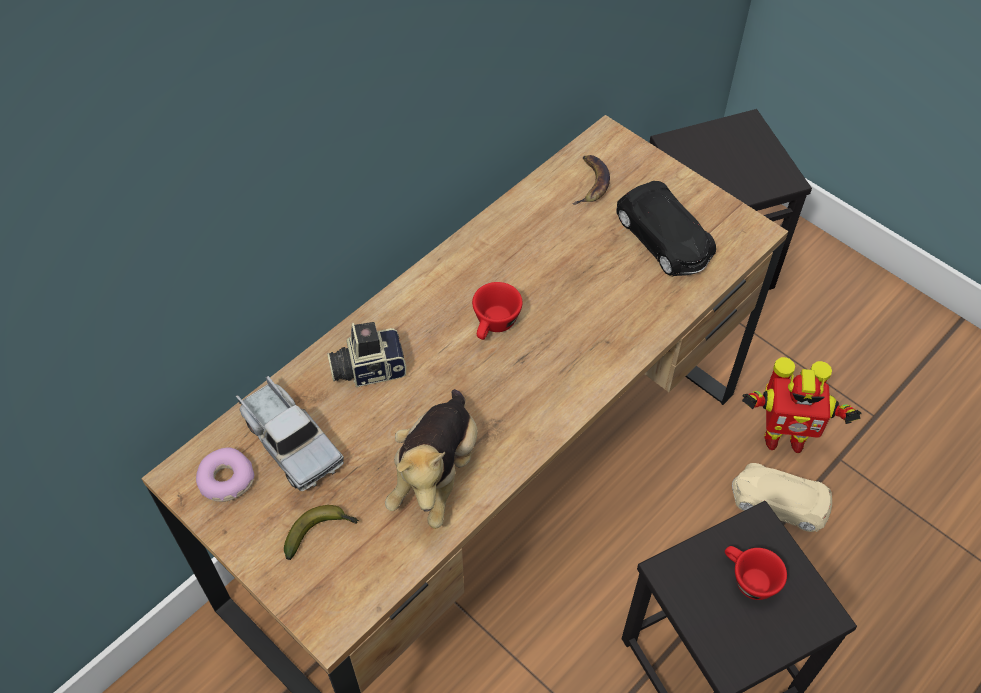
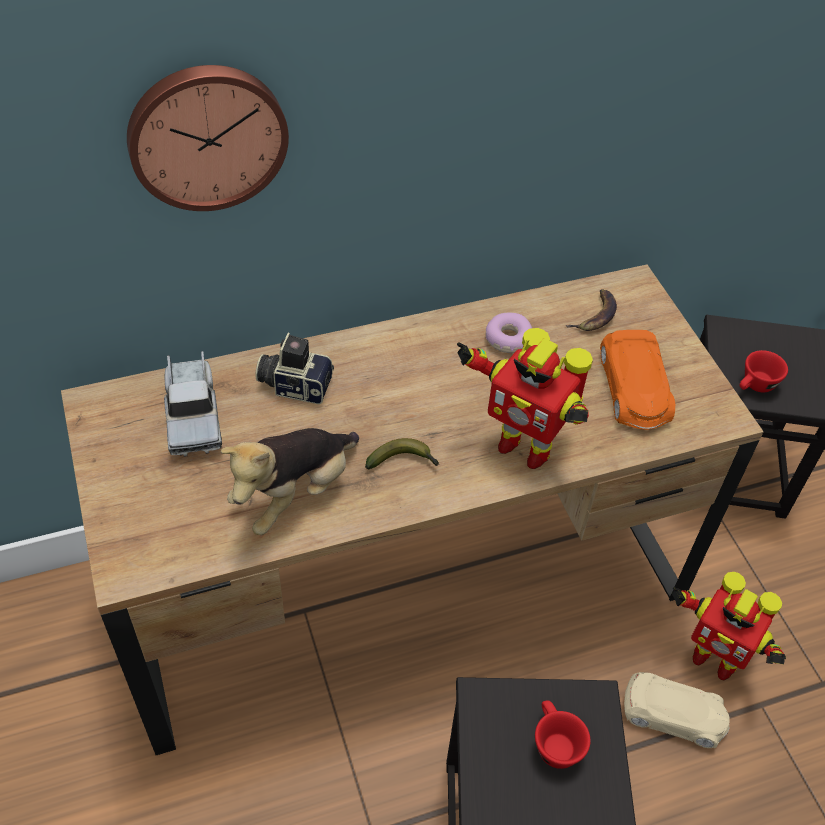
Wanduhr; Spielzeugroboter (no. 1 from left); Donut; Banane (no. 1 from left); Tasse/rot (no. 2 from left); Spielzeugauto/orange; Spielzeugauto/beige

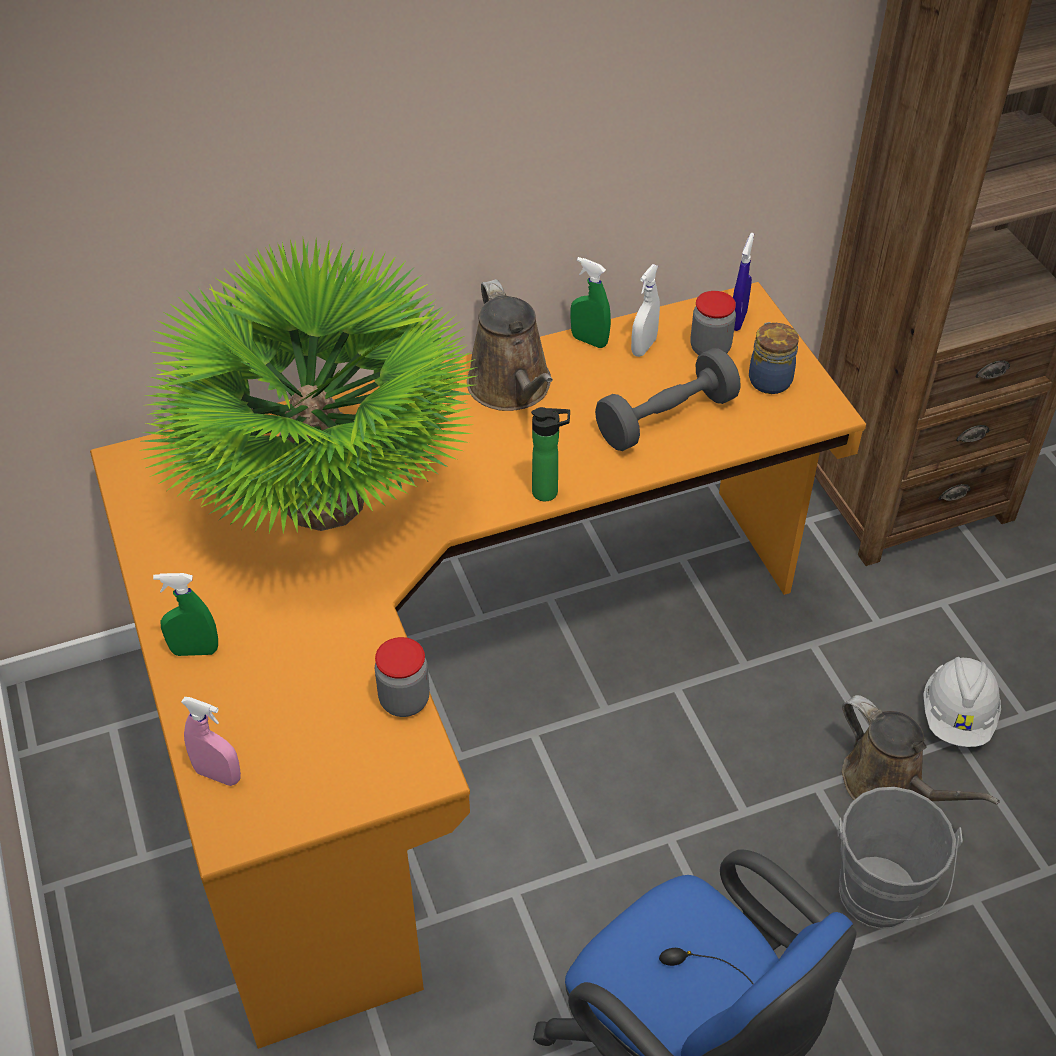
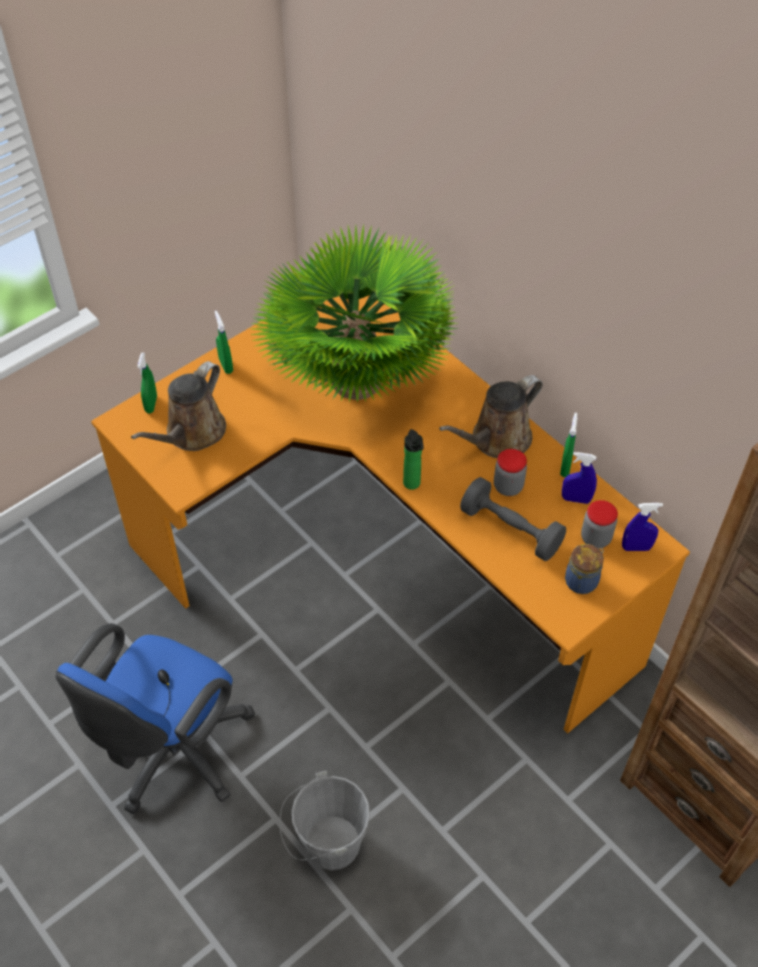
Schutzhelm/weiß; Vorratsglas (no. 1 from left); Gießkanne/braun (no. 1 from left); Sprühflasche/grün (no. 1 from left); Sprühflasche/blau (no. 1 from left)

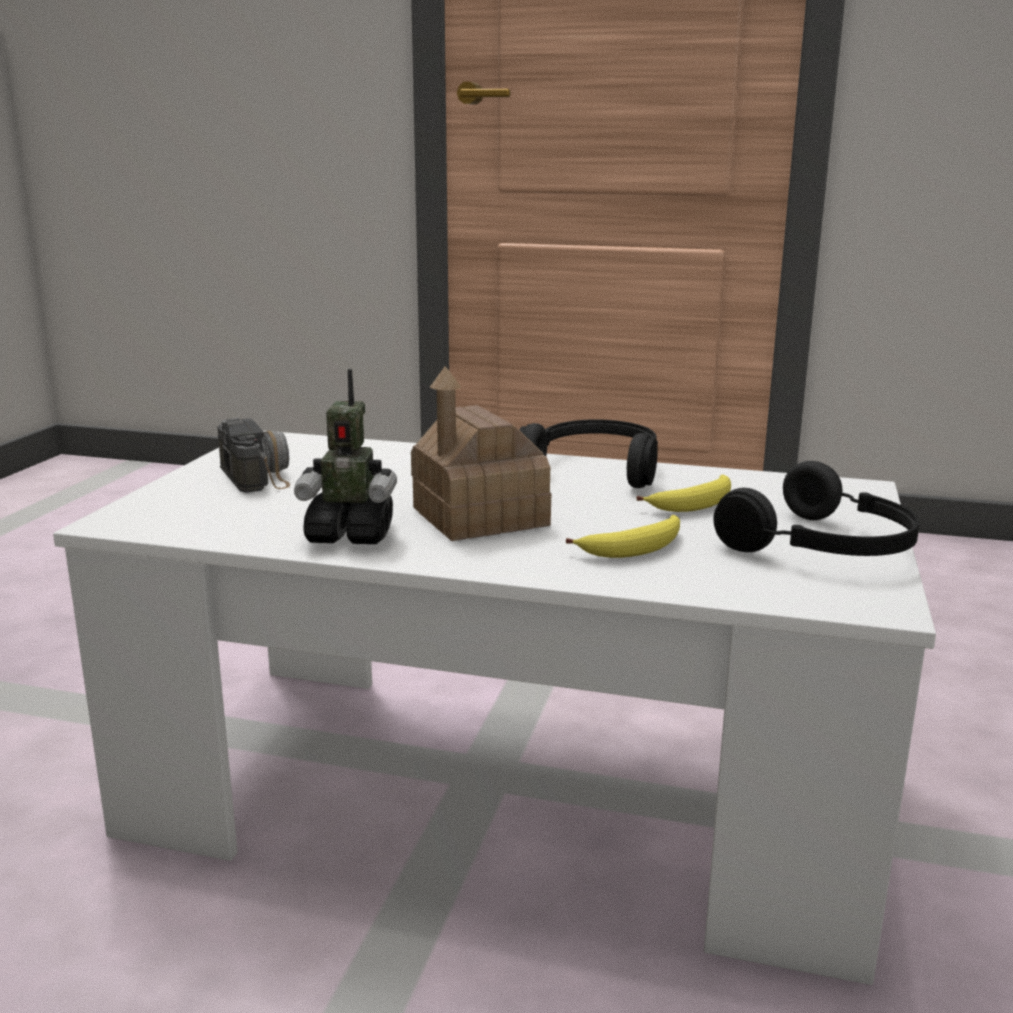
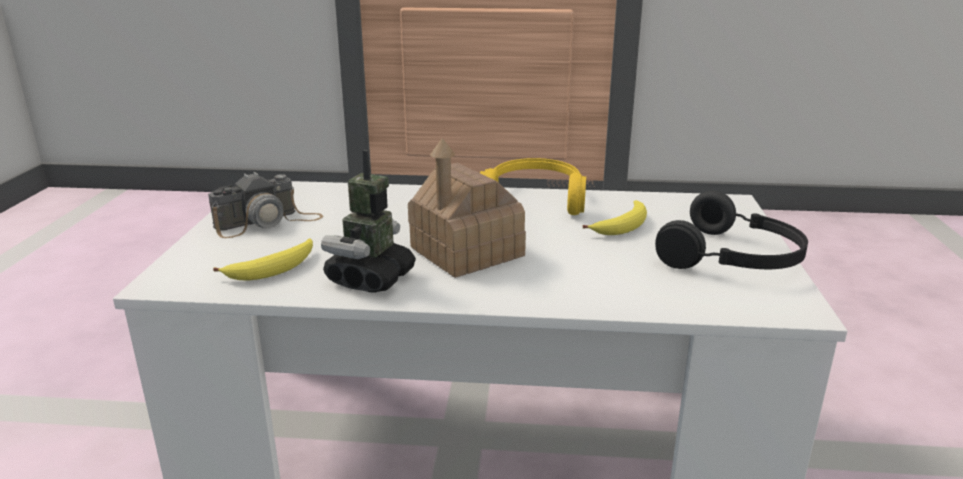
Banane (no. 1 from left); Kopfhörer/gelb; Kamera; Spielzeugroboter

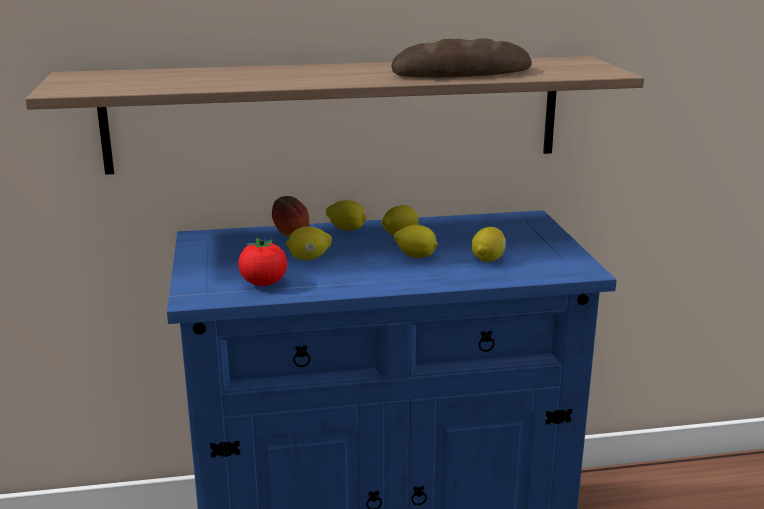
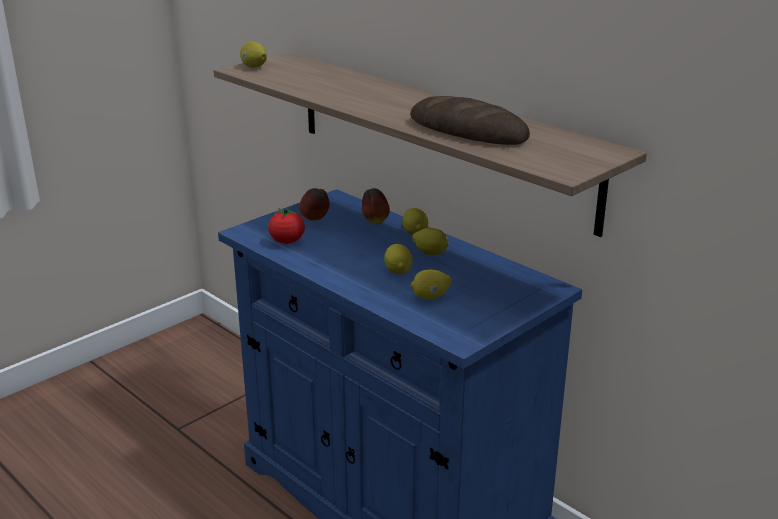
Apfel (no. 1 from left); Zitrone (no. 1 from left)

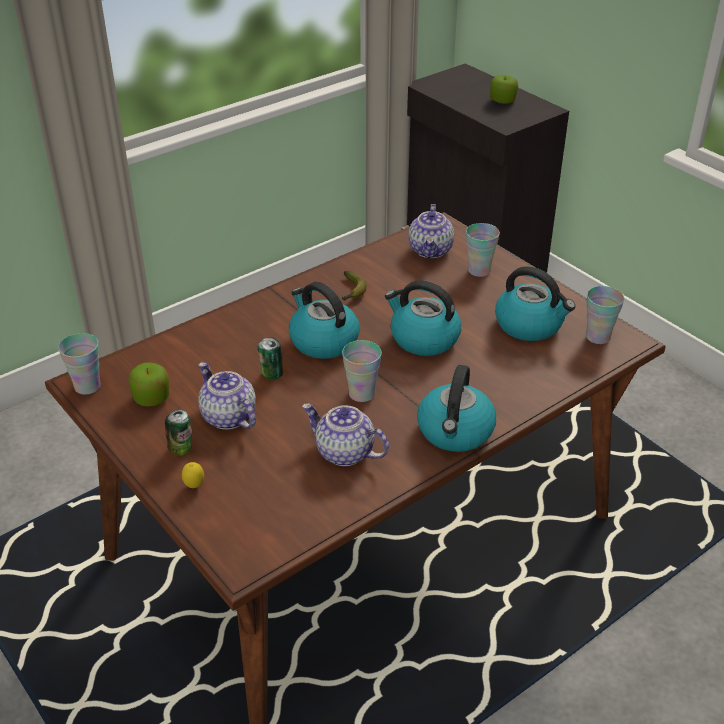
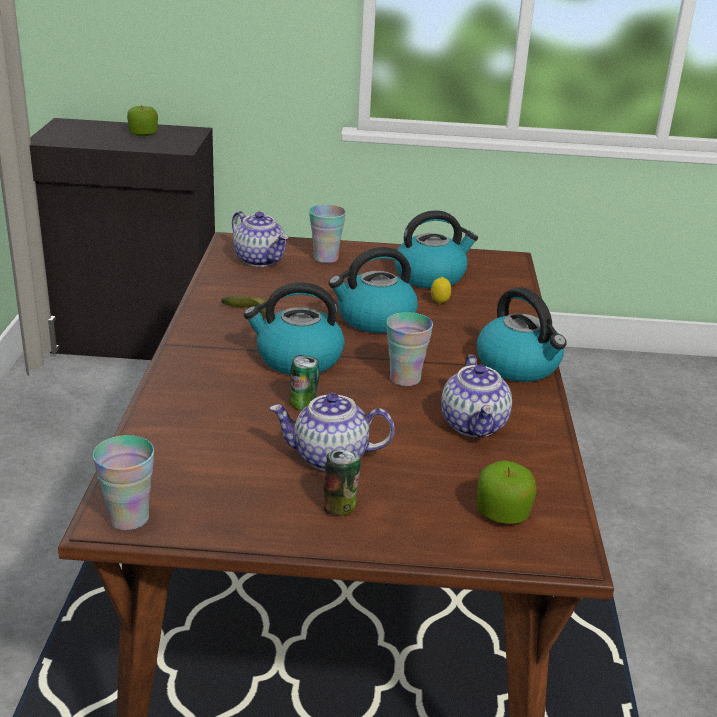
Tasse (no. 4 from left in the first image); Apfel (no. 2 from left); Zitrone; Teekanne (no. 3 from left)

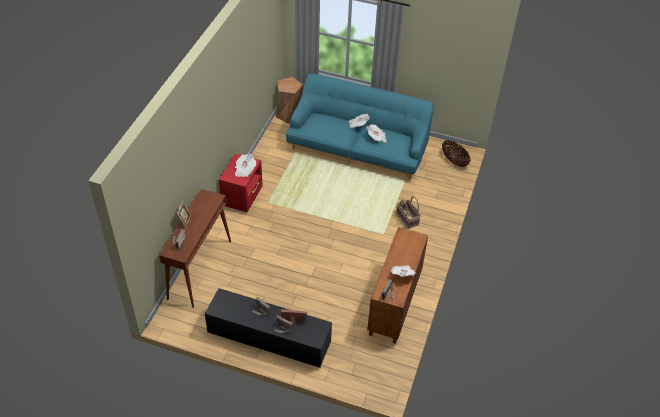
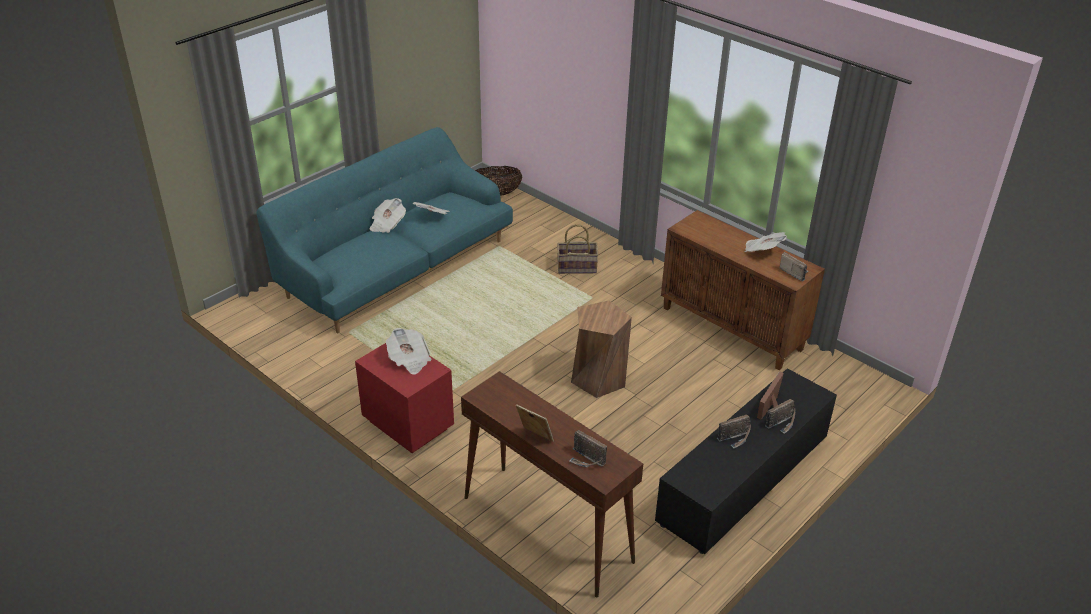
Hocker/braun

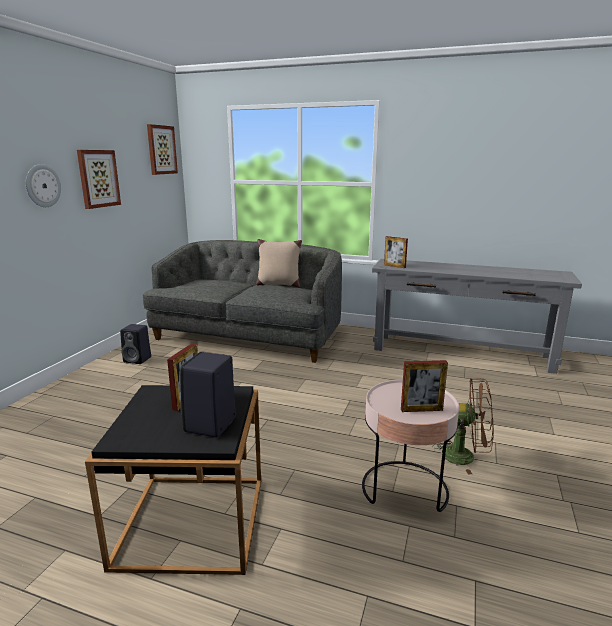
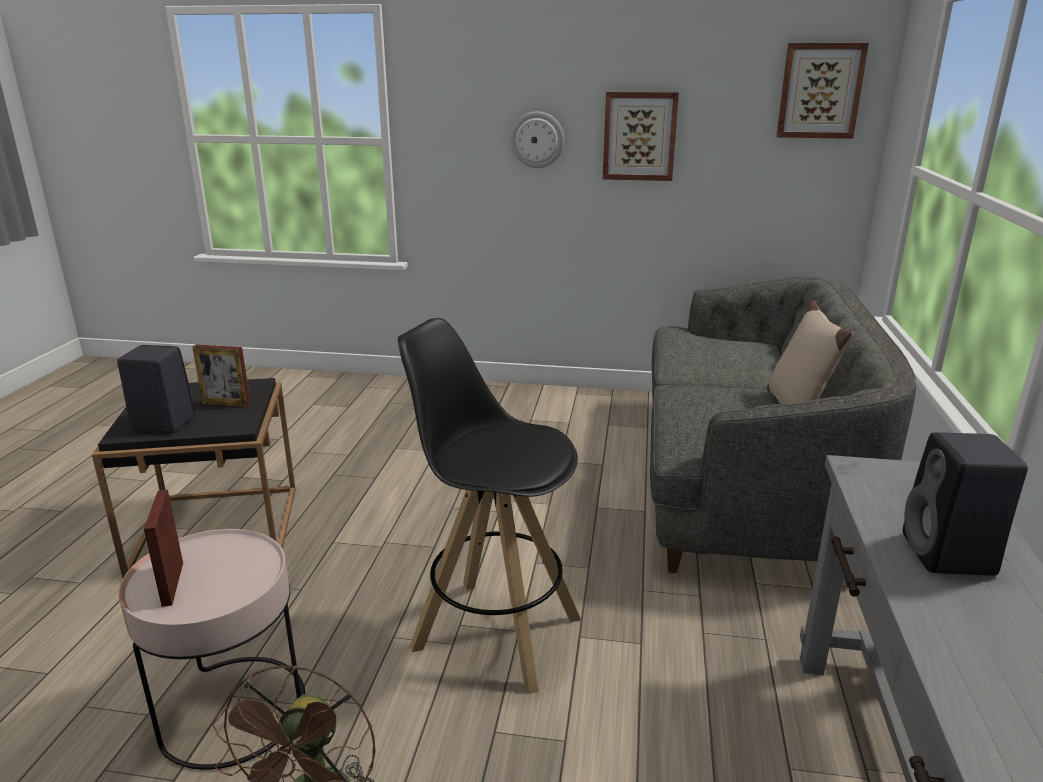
Bilderrahmen (no. 2 from left in the first image); Hocker/schwarz; Lautsprecher/schwarz (no. 2 from left)

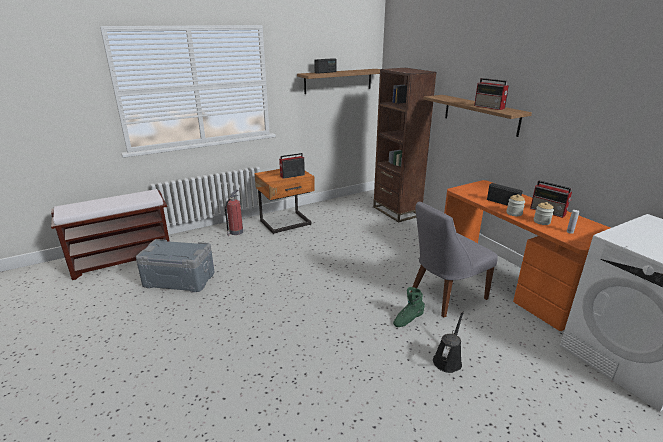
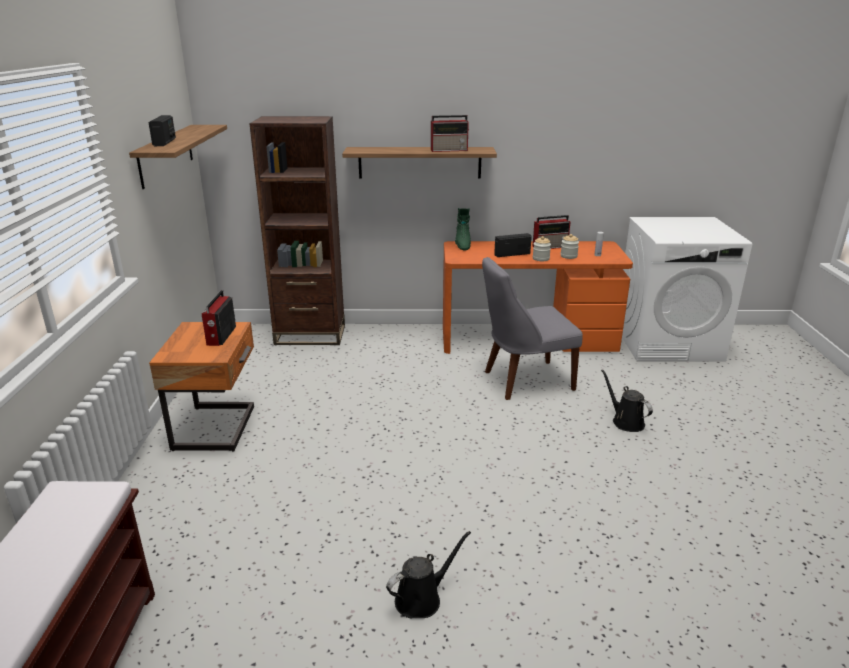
Aufbewahrungsbox/grau; Feuerlöscher; Gießkanne/schwarz (no. 1 from left); Stiefel/grün; Stuhl/grau

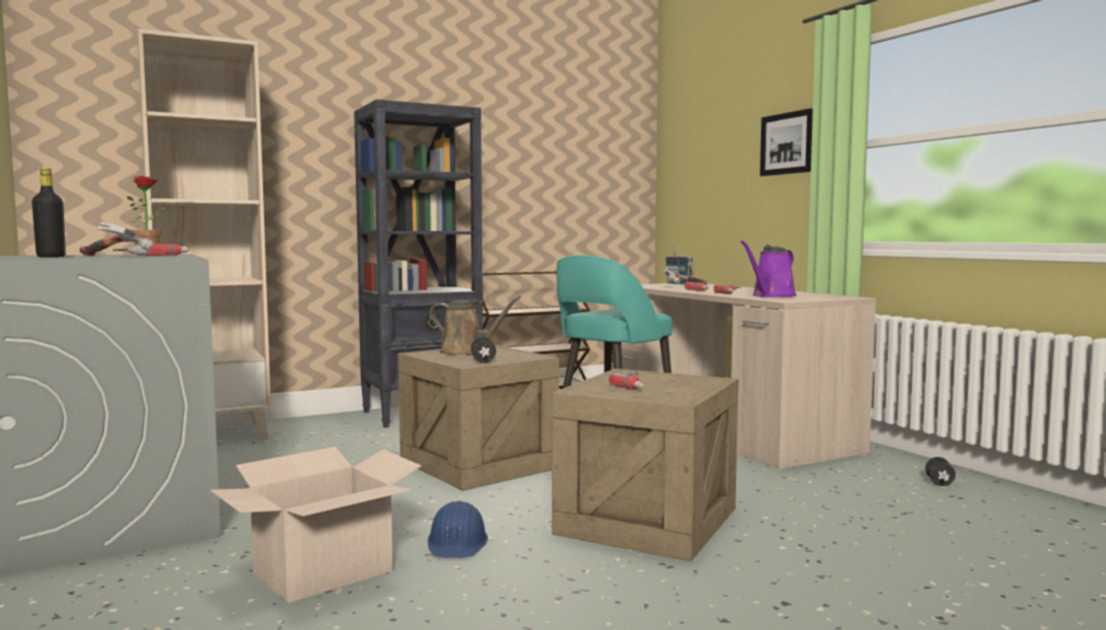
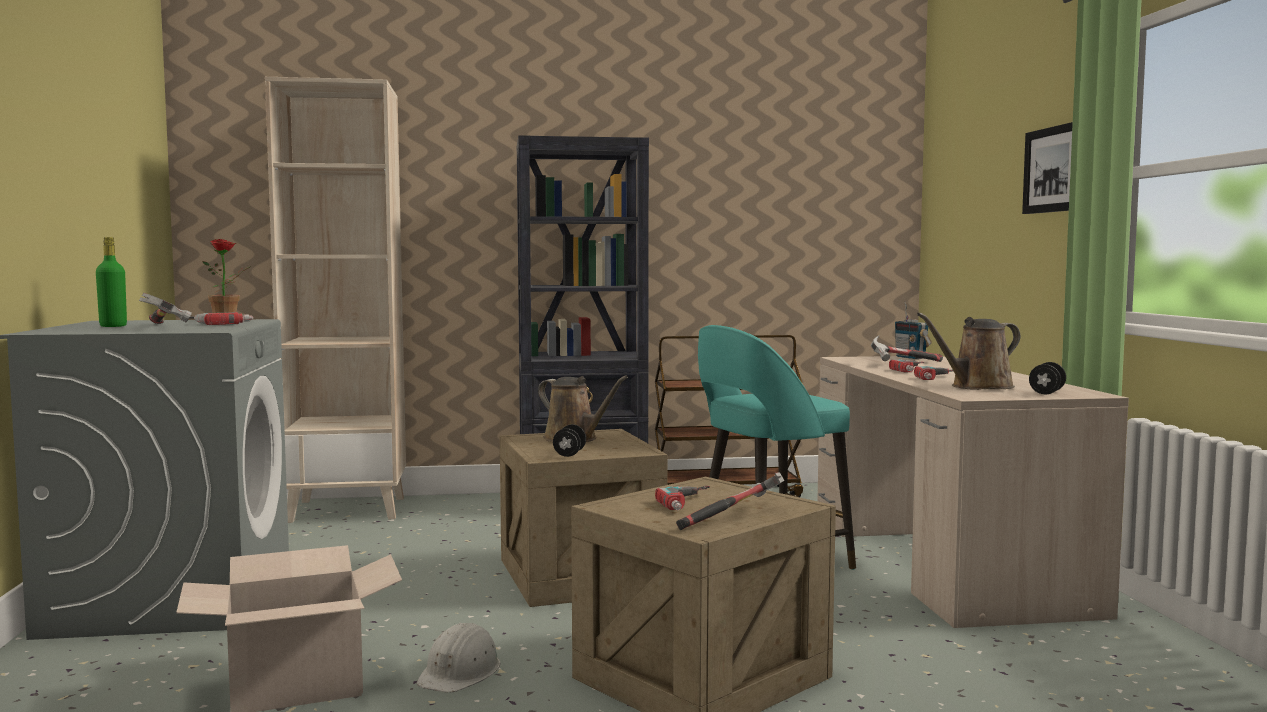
Hammer (no. 2 from left); Hantel/schwarz (no. 2 from left); Flasche/grün; Schutzhelm/weiß; Gießkanne/braun (no. 2 from left)

